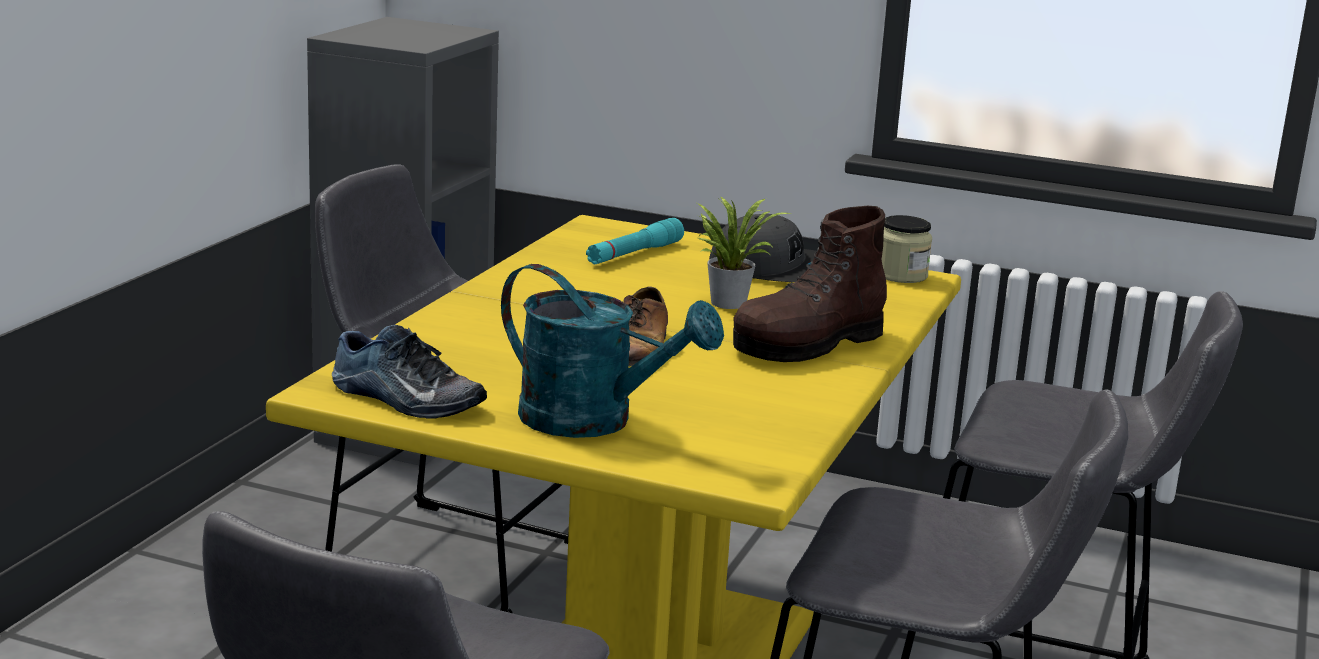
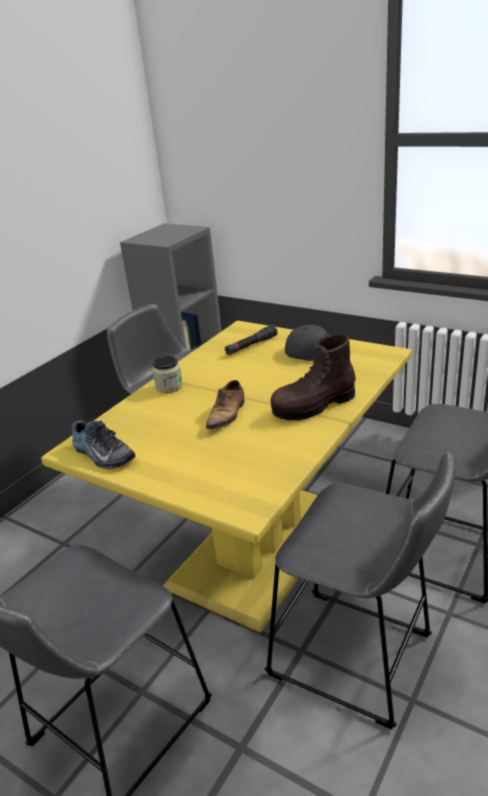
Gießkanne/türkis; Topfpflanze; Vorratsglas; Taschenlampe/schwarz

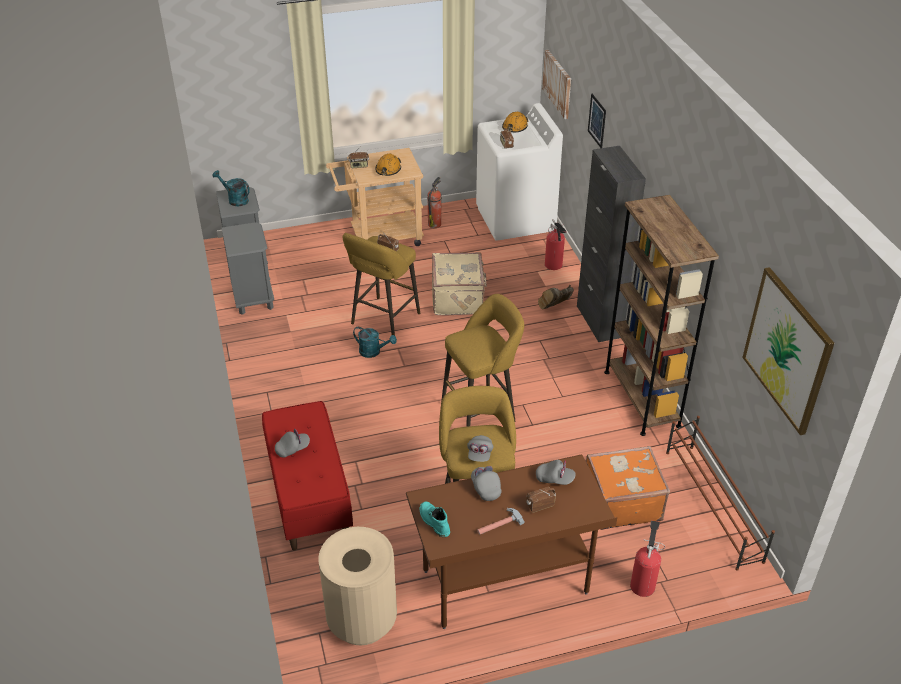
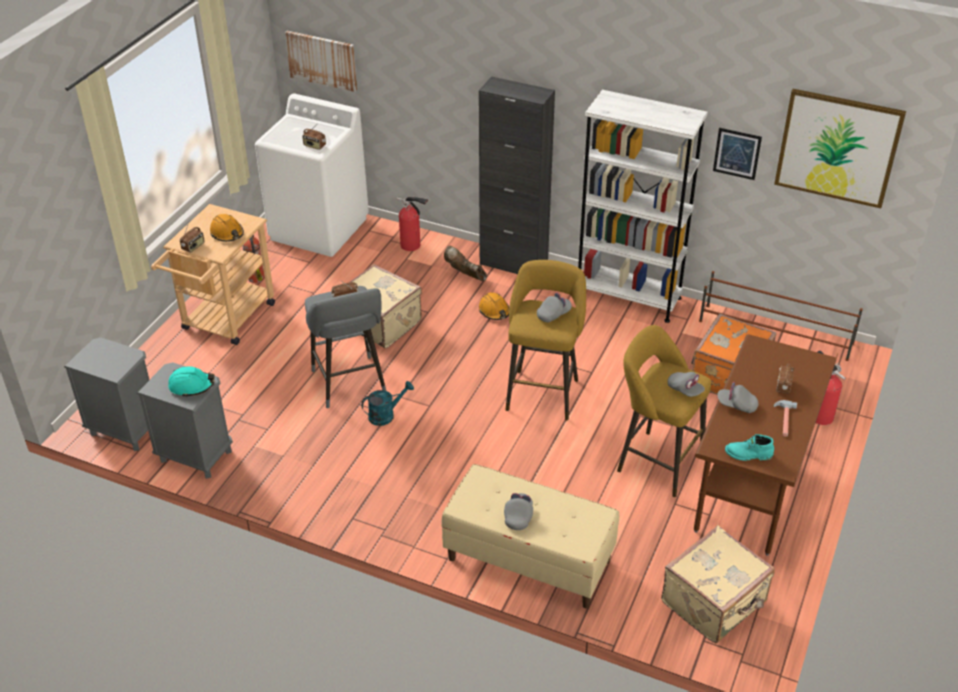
Gießkanne/türkis (no. 1 from left in the first image); Schutzhelm/türkis; Schutzhelm/orange (no. 2 from left); Kappe/grau (no. 2 from left); Bild (no. 2 from left); Koffer/beige (no. 2 from left); Bank/beige; Hocker/grau; Bücherregal/weiß; Stiefel/braun

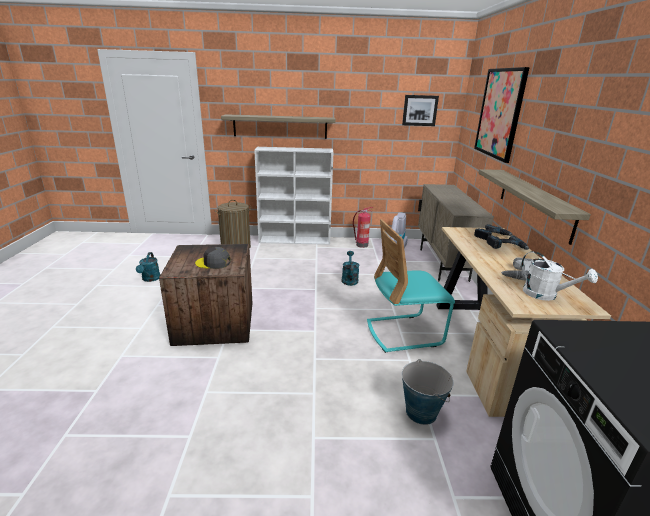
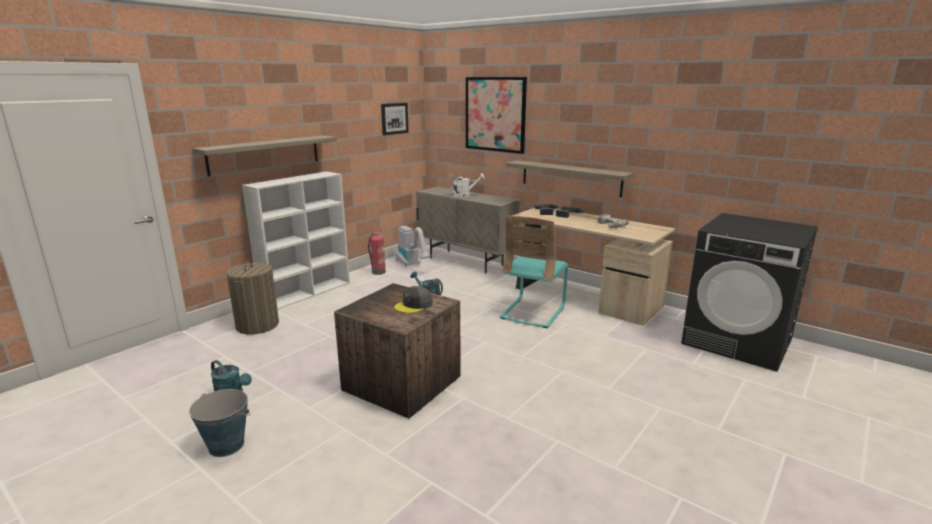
Eimer; Gießkanne/weiß

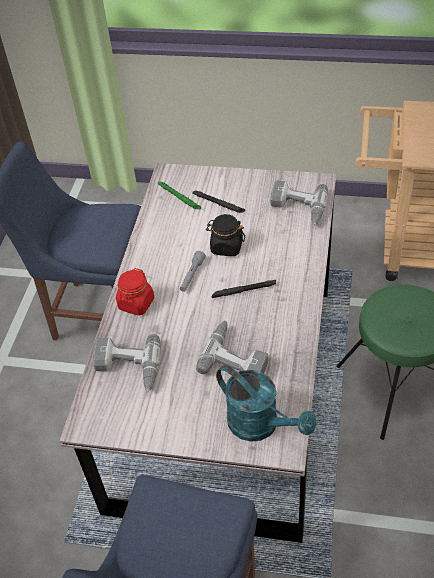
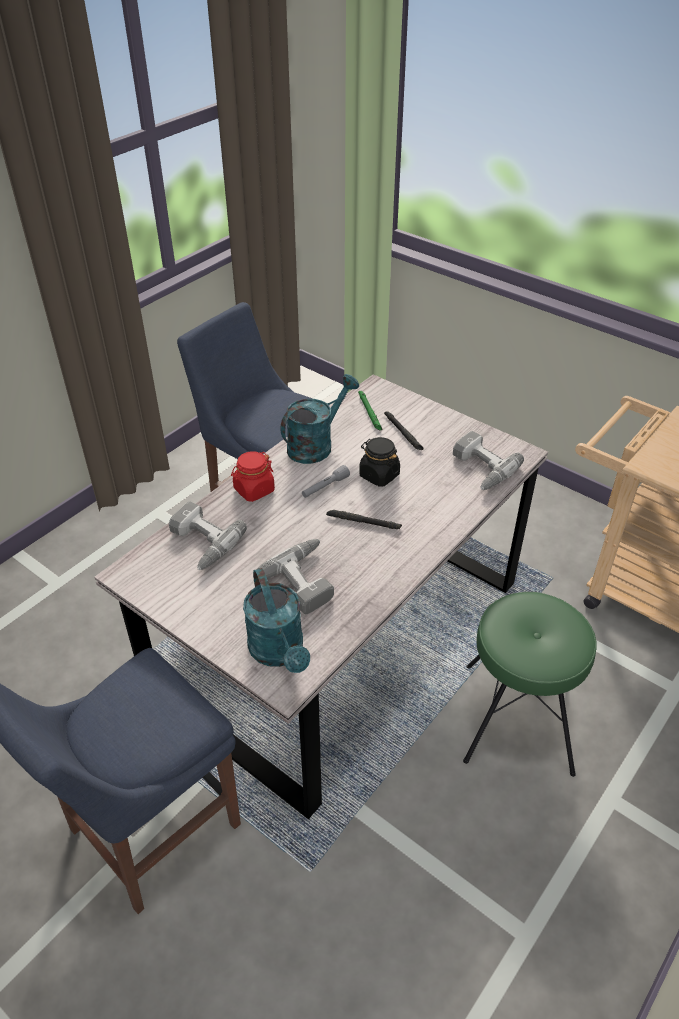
Gießkanne/türkis (no. 2 from left)

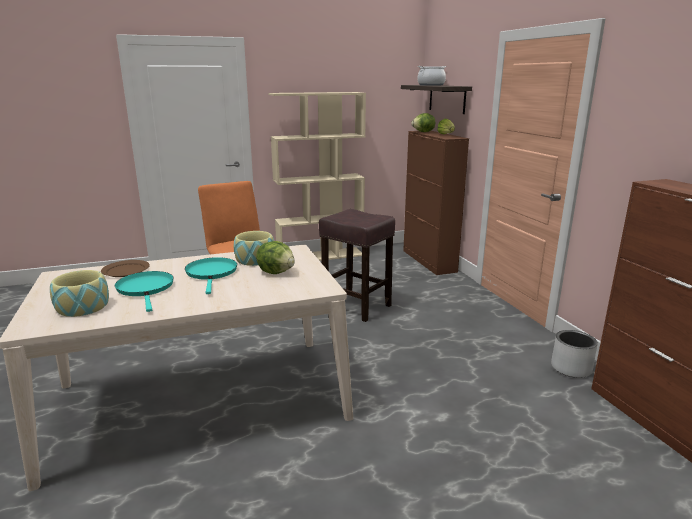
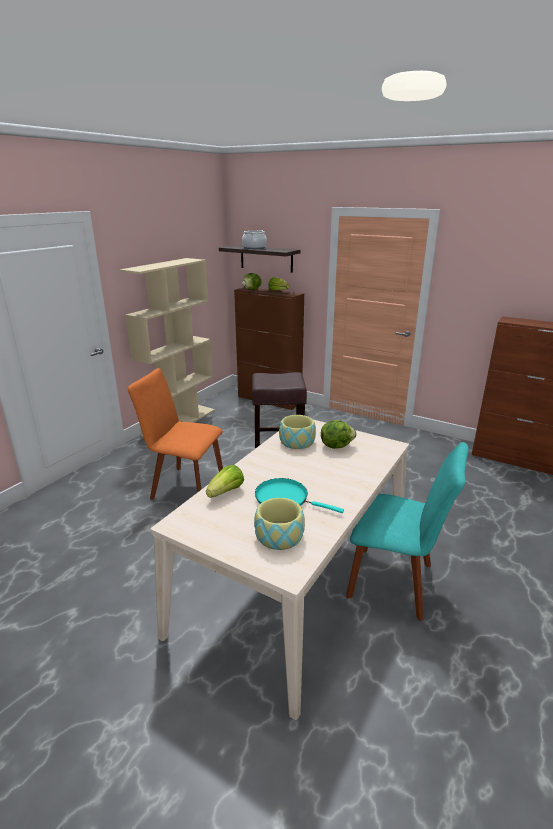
Pfanne/türkis (no. 2 from left in the first image); Pflanzkübel/grau; Stuhl/türkis; Salatkopf (no. 1 from left)

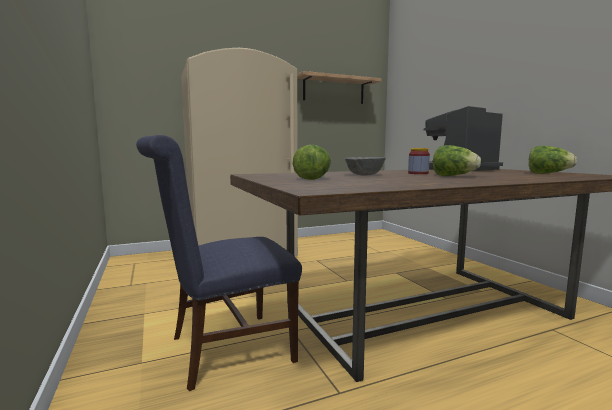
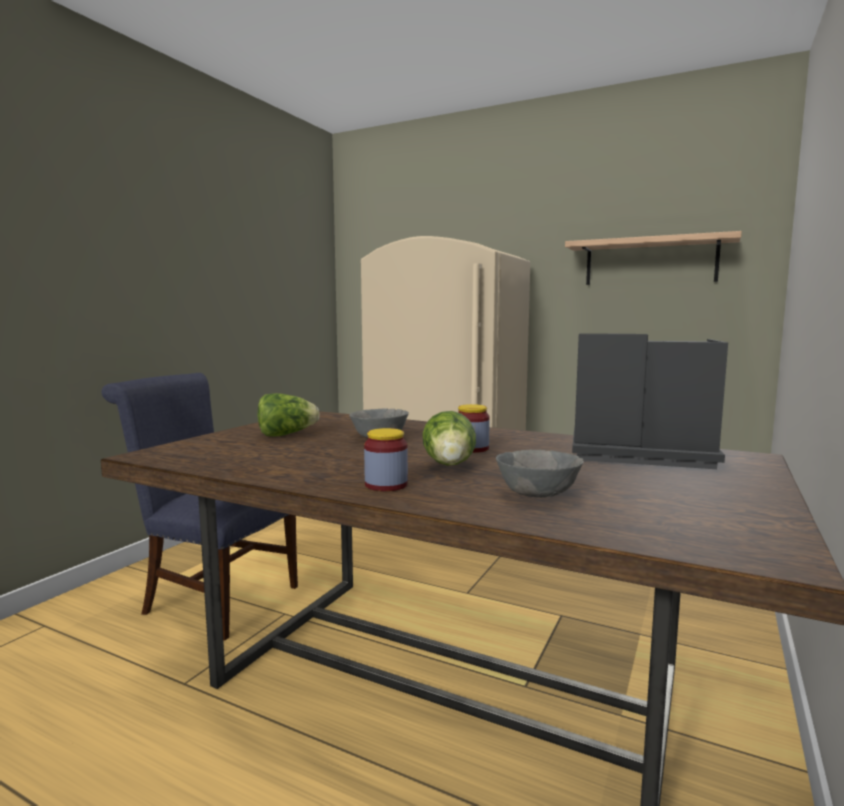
Salatkopf (no. 3 from left in the first image); Vorratsglas (no. 1 from left); Schüssel/grau (no. 2 from left)

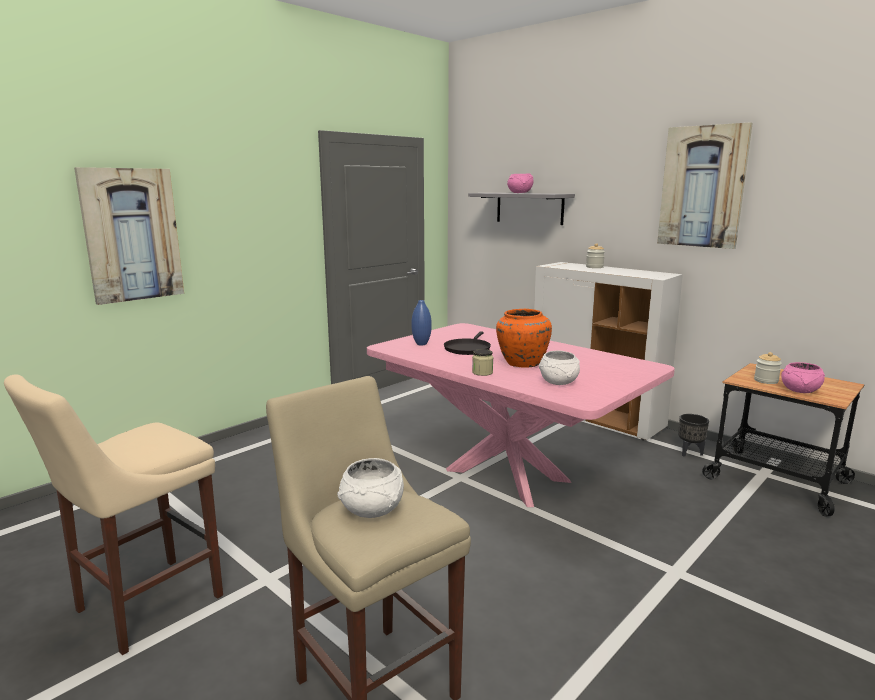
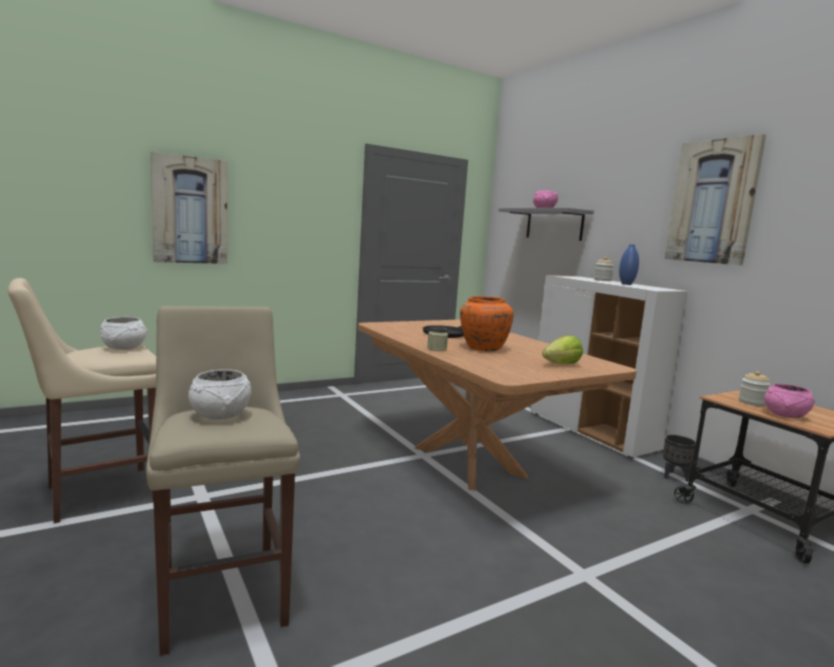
Salatkopf; Vase/blau; Schüssel/weiß (no. 1 from left); Esstisch/braun

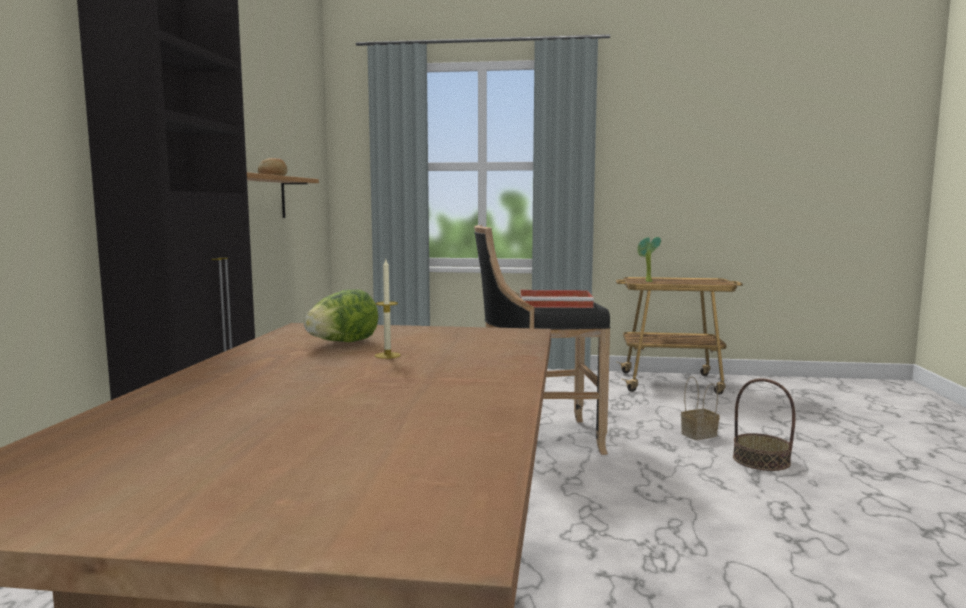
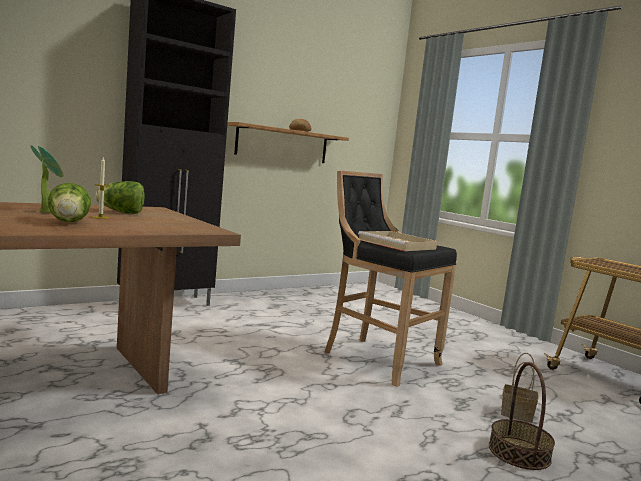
Salatkopf (no. 1 from left); Topfpflanze; Tablett/beige

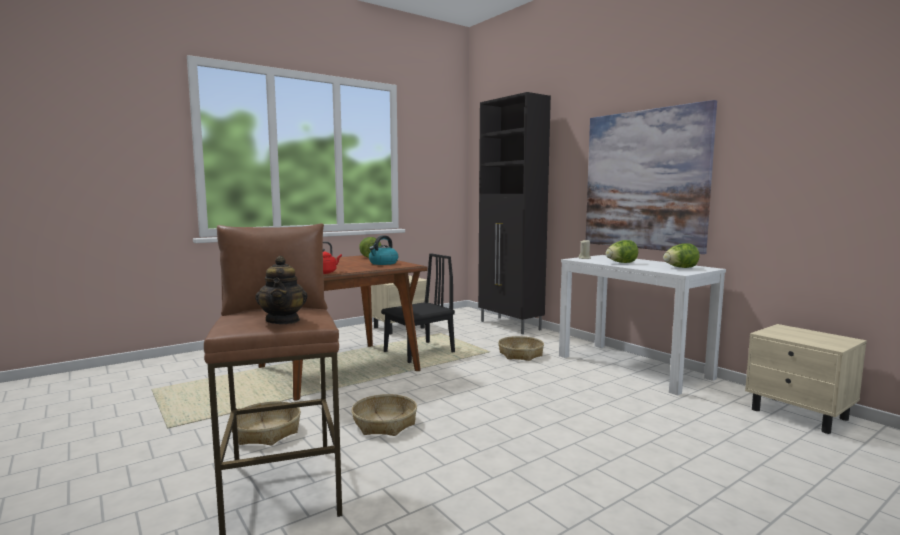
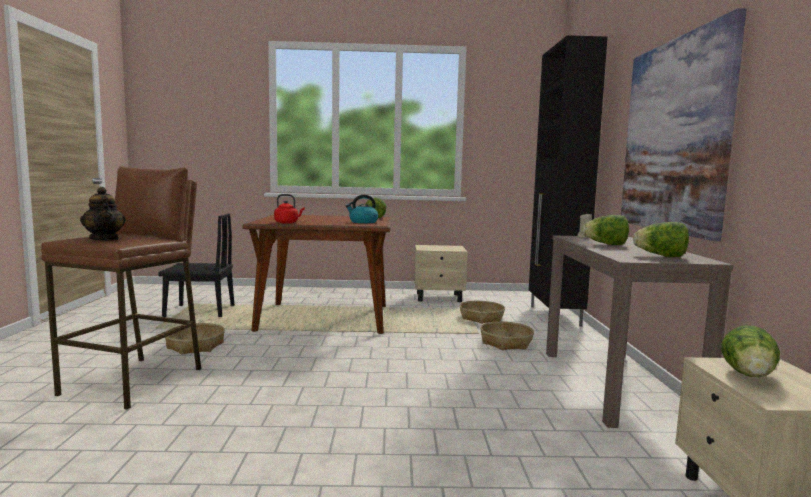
Salatkopf (no. 4 from left); Korb (no. 2 from left); Stuhl/schwarz; Konsolentisch/braun; Teekanne

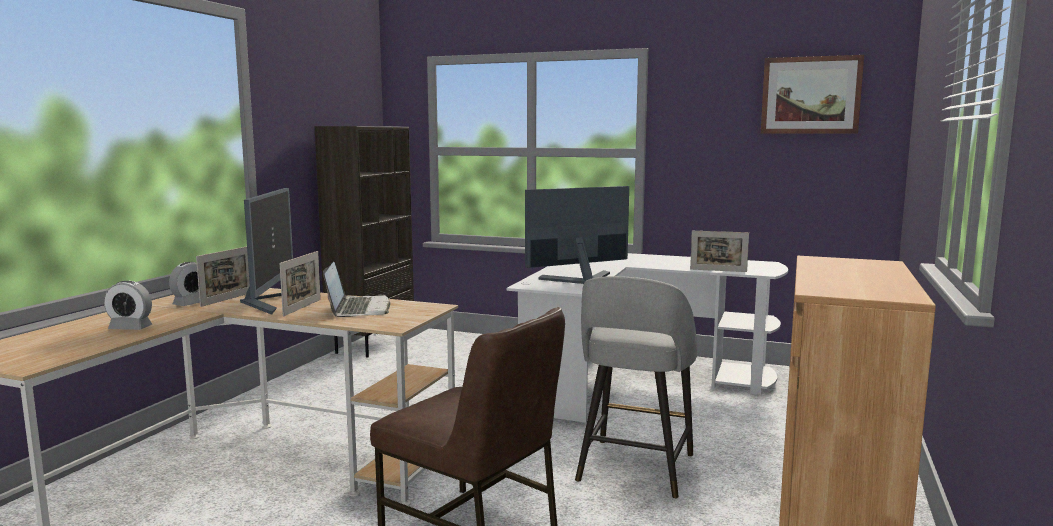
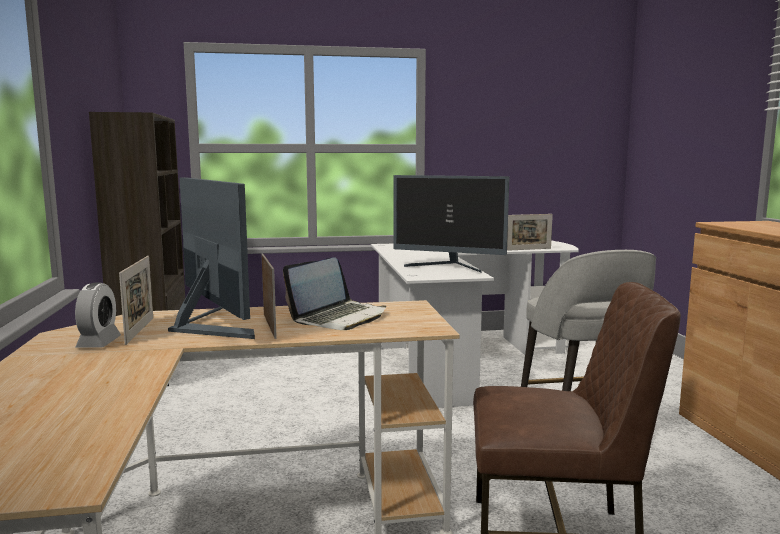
Wecker (no. 1 from left in the first image); Bild; Laptop; Monitor (no. 2 from left)

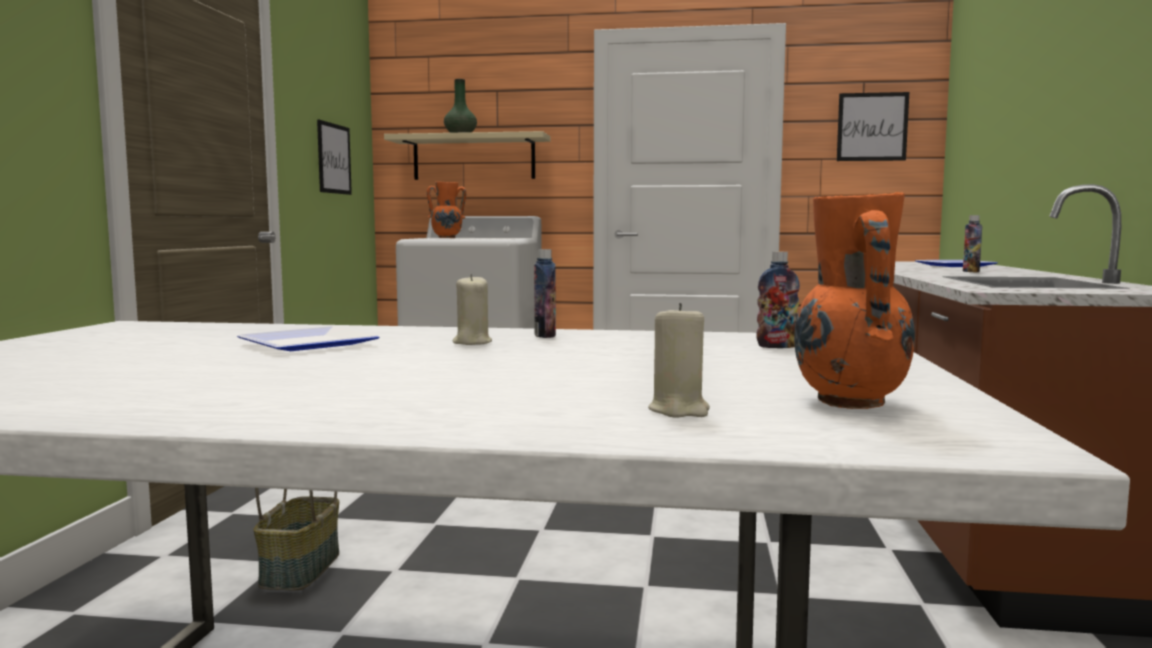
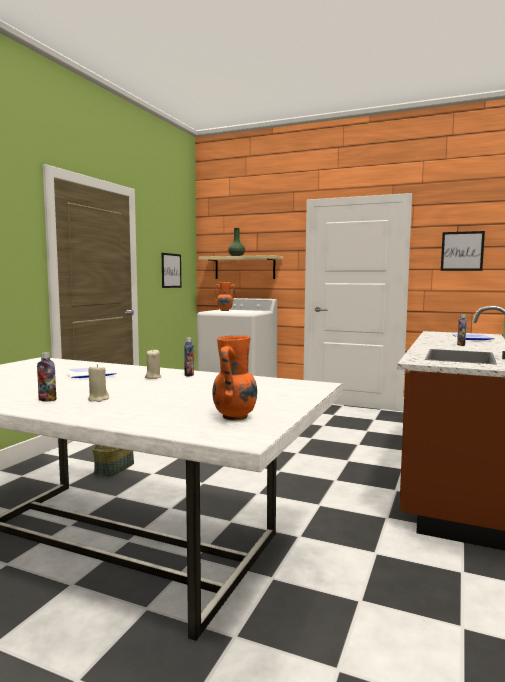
Kerze/beige (no. 1 from left); Flasche (no. 1 from left)

